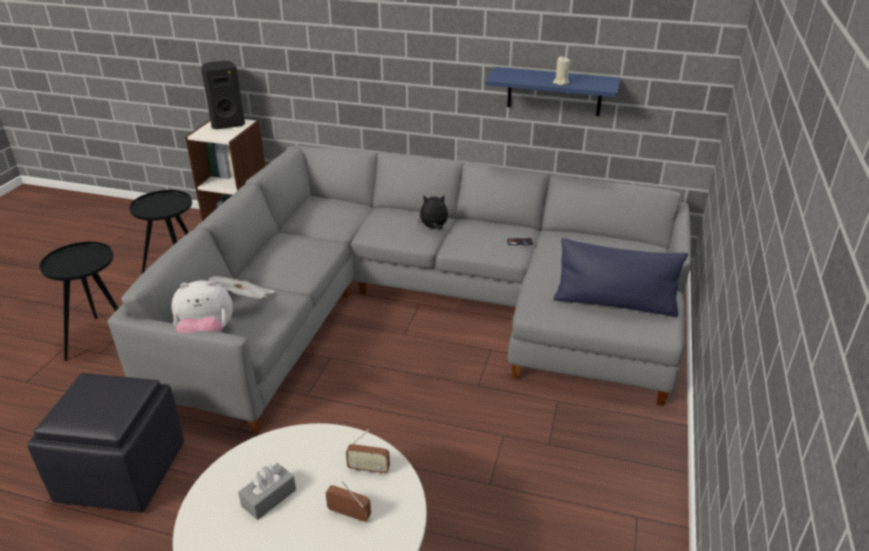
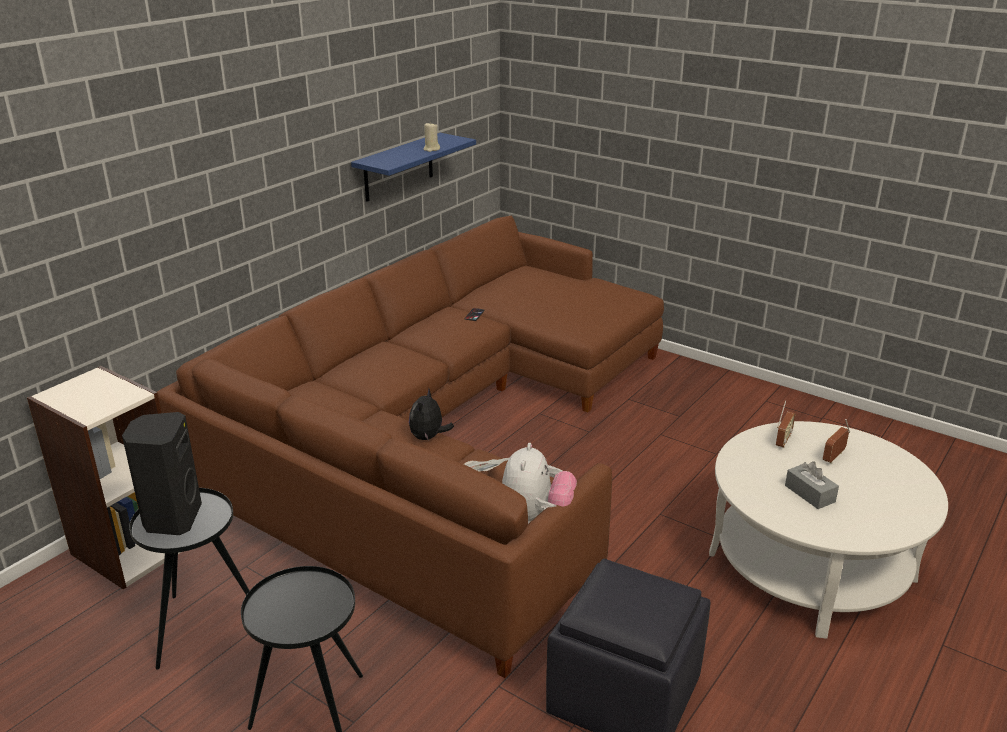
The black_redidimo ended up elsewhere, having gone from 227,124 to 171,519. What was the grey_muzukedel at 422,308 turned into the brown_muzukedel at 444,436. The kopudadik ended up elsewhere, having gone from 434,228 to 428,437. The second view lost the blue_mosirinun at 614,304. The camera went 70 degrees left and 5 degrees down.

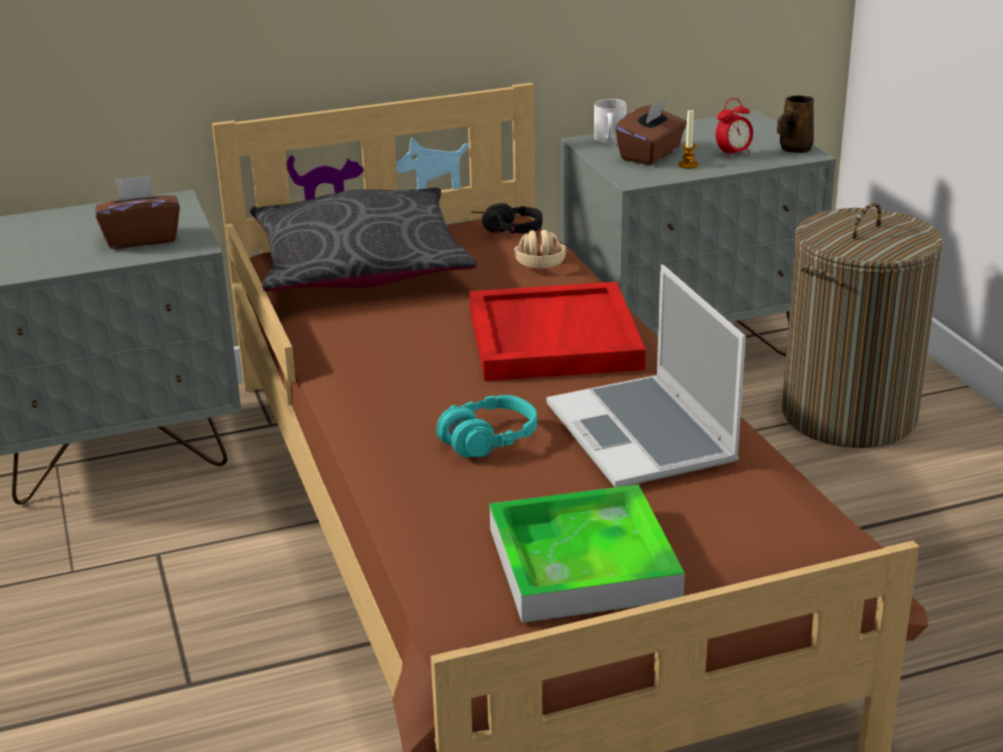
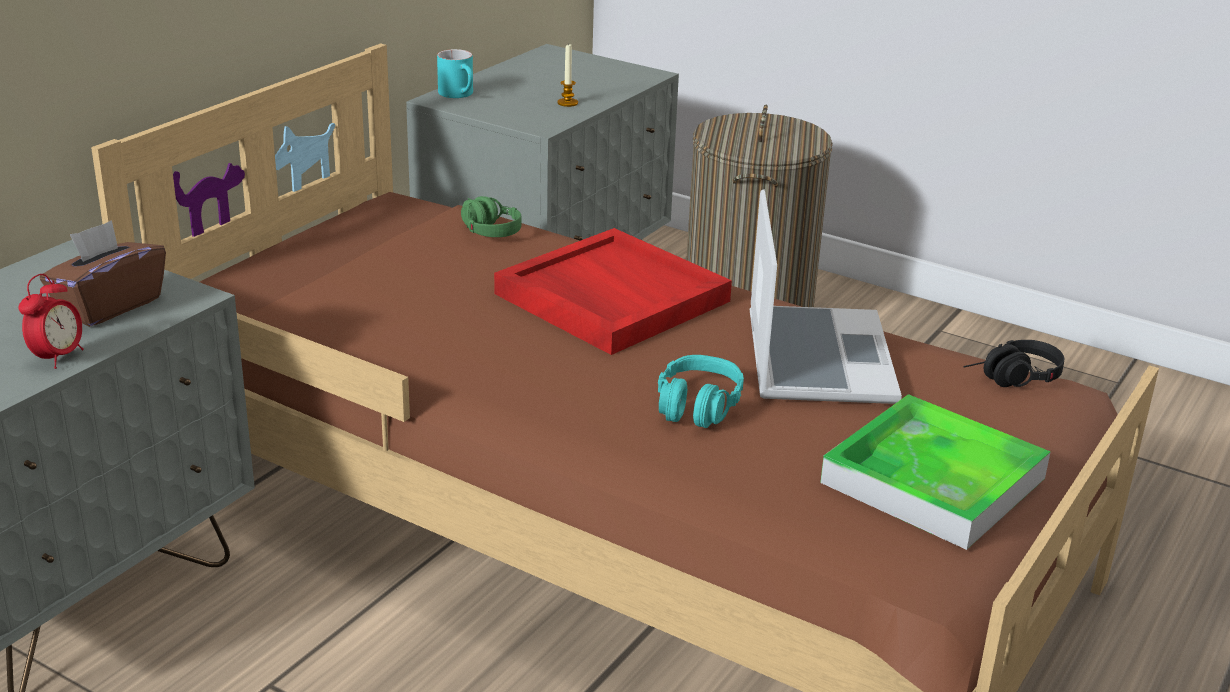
The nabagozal ended up elsewhere, having gone from 733,154 to 58,357. What was the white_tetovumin at 611,140 turned into the turquoise_tetovumin at 460,94. What was the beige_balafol at 539,258 turned into the green_balafol at 484,228. The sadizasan at 644,436 ended up facing another way, 120 degrees counterclockwise from before. The black_balafol ended up elsewhere, having gone from 505,230 to 1012,379. The second view lost the grey_mosirinun at 360,265. The second view lost the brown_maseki at 651,155. The second view lost the brown_tetovumin at 794,149. The camera went 40 degrees left and 0 degrees up.

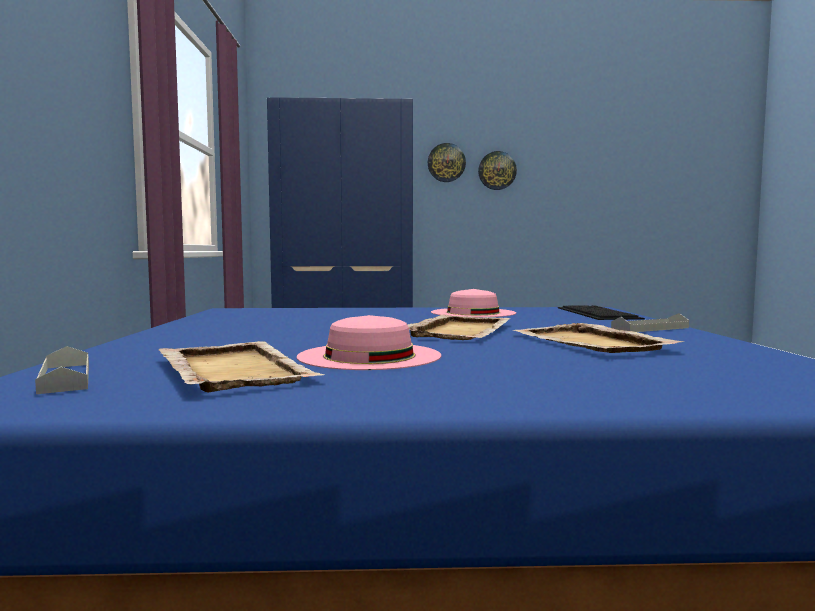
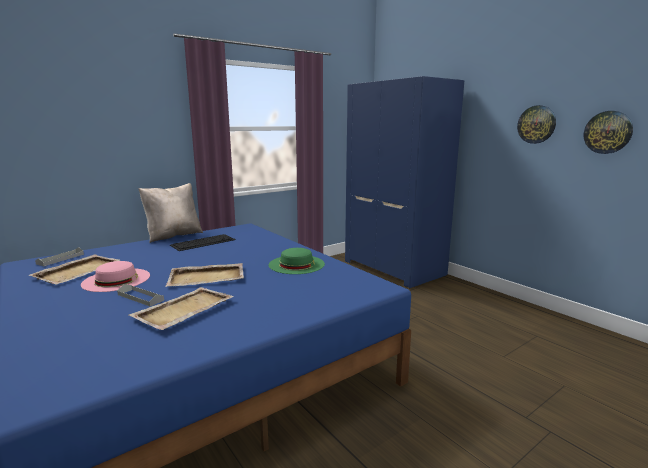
The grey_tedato ended up elsewhere, having gone from 650,328 to 140,297. The second view gained the beige_mosirinun at 173,235. The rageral ended up elsewhere, having gone from 596,313 to 204,242. What was the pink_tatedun at 473,313 turned into the green_tatedun at 296,264. The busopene ended up elsewhere, having gone from 446,162 to 607,132. The camera went 55 degrees right and 10 degrees up.

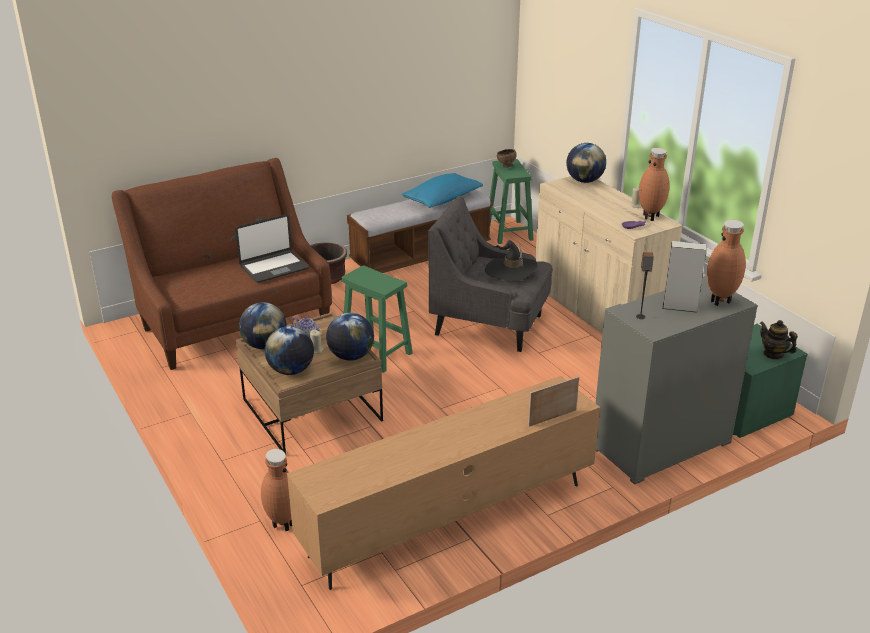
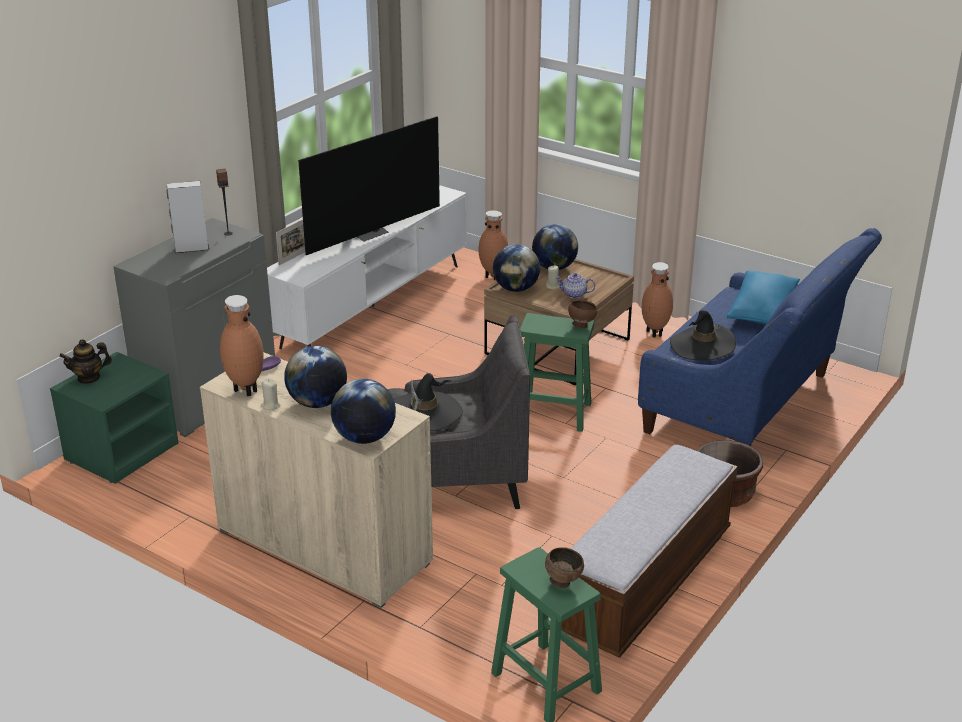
The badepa at 773,354 ended up facing another way, 135 degrees clockwise from before. What was the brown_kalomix at 449,518 turned into the white_kalomix at 373,306. The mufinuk ended up elsewhere, having gone from 265,345 to 317,403. The second view gained the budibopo at 370,233. The second view gained the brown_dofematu at 581,325. What was the brown_muzukedel at 233,322 turned into the blue_muzukedel at 748,406. The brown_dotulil ended up elsewhere, having gone from 721,301 to 654,333. Where the sadizasan stood at 274,267, the black_tatedun came to stand at 702,346. The blue_mosirinun ended up elsewhere, having gone from 442,200 to 762,311. The camera went 155 degrees right and 0 degrees up.

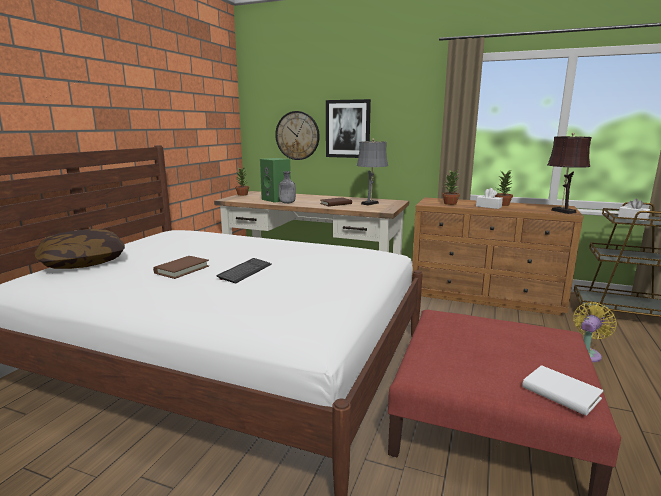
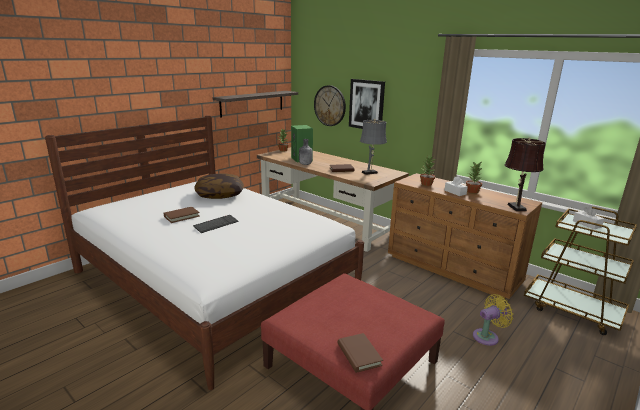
The mosirinun ended up elsewhere, having gone from 83,263 to 219,195. The second view gained the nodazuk at 252,103. What was the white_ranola at 561,393 turned into the brown_ranola at 359,354. The camera went 20 degrees right and 5 degrees up.

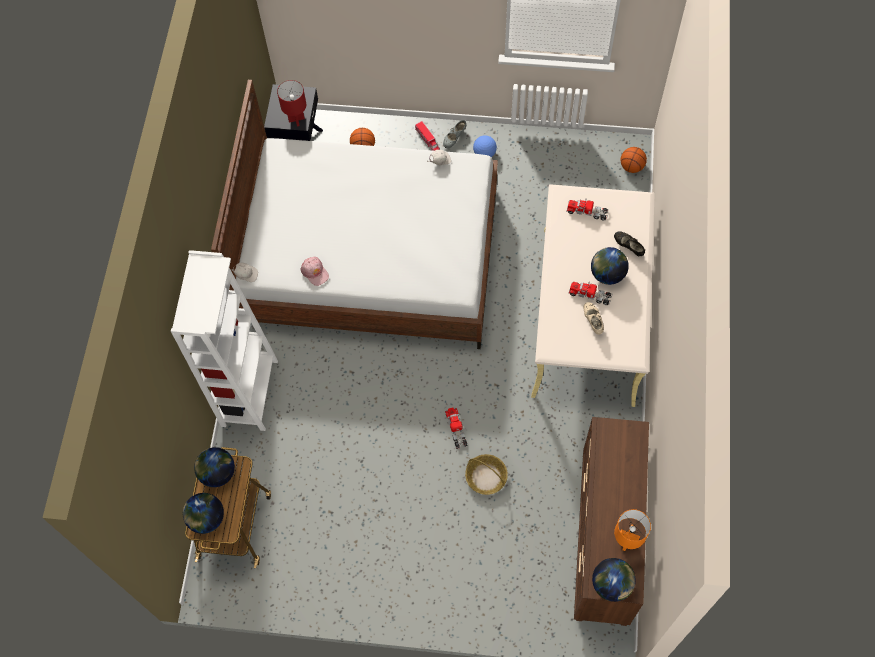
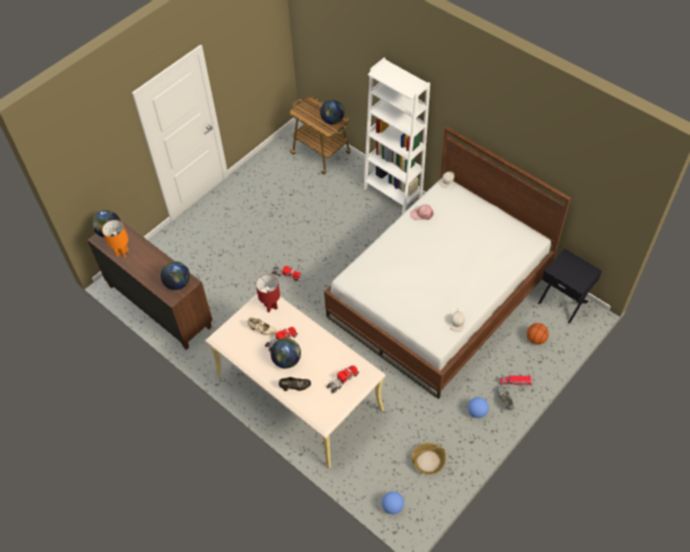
The mufinuk ended up elsewhere, having gone from 206,519 to 178,283. The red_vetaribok ended up elsewhere, having gone from 297,120 to 270,307. Where the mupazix stood at 631,167, the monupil came to stand at 392,507. The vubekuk ended up elsewhere, having gone from 486,477 to 428,461. The camera went 125 degrees right and 10 degrees down.

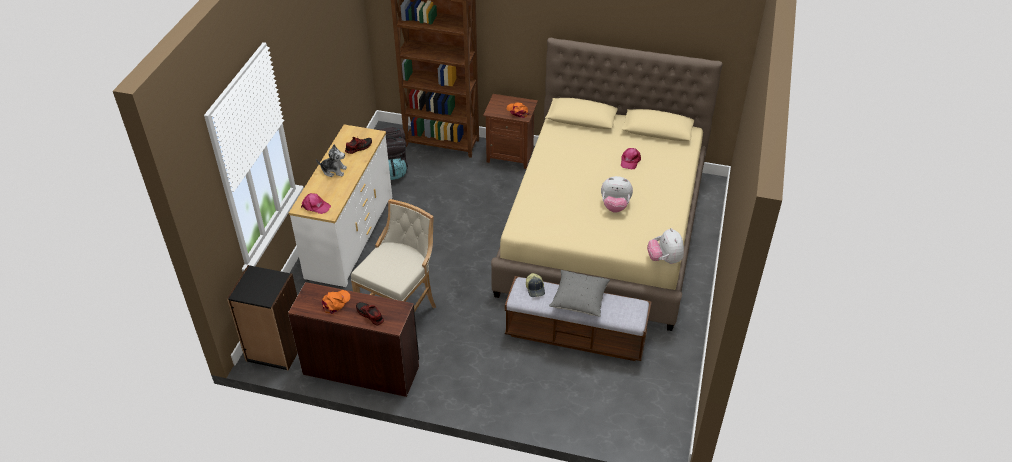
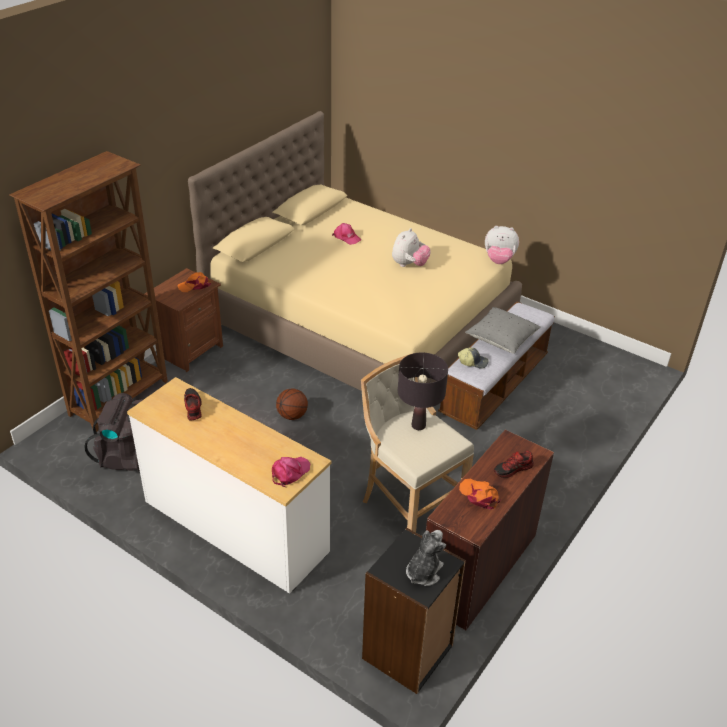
The second view gained the mupazix at 292,415. The second view gained the black_vetaribok at 418,425. The kopudadik ended up elsewhere, having gone from 334,170 to 423,572. The camera went 70 degrees left and 5 degrees down.

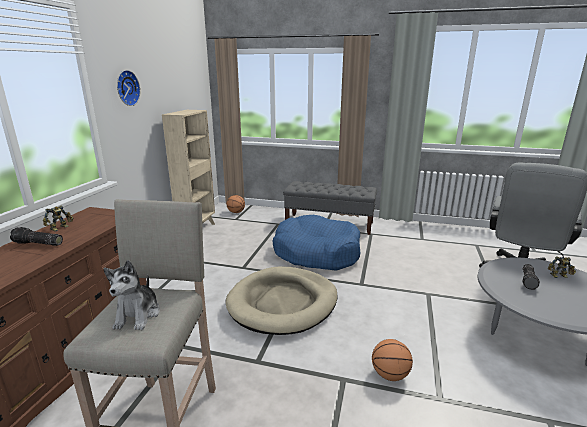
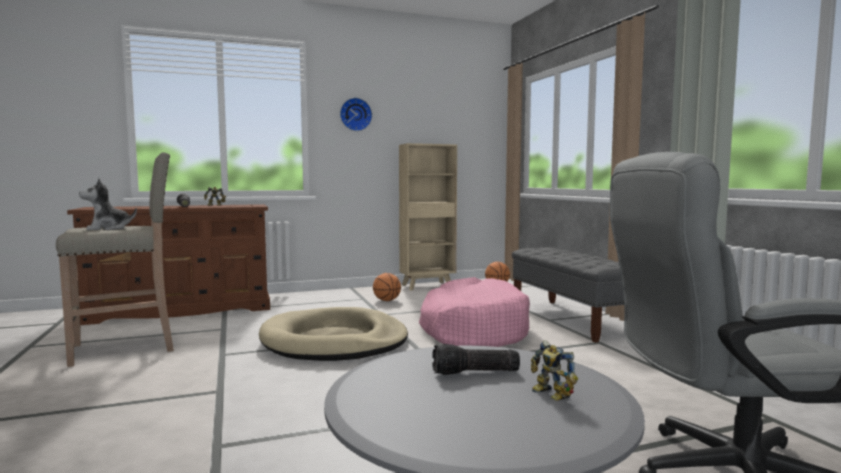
The mupazix ended up elsewhere, having gone from 390,374 to 387,301. What was the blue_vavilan at 316,253 turned into the pink_vavilan at 473,330. The camera went 55 degrees right and 15 degrees down.

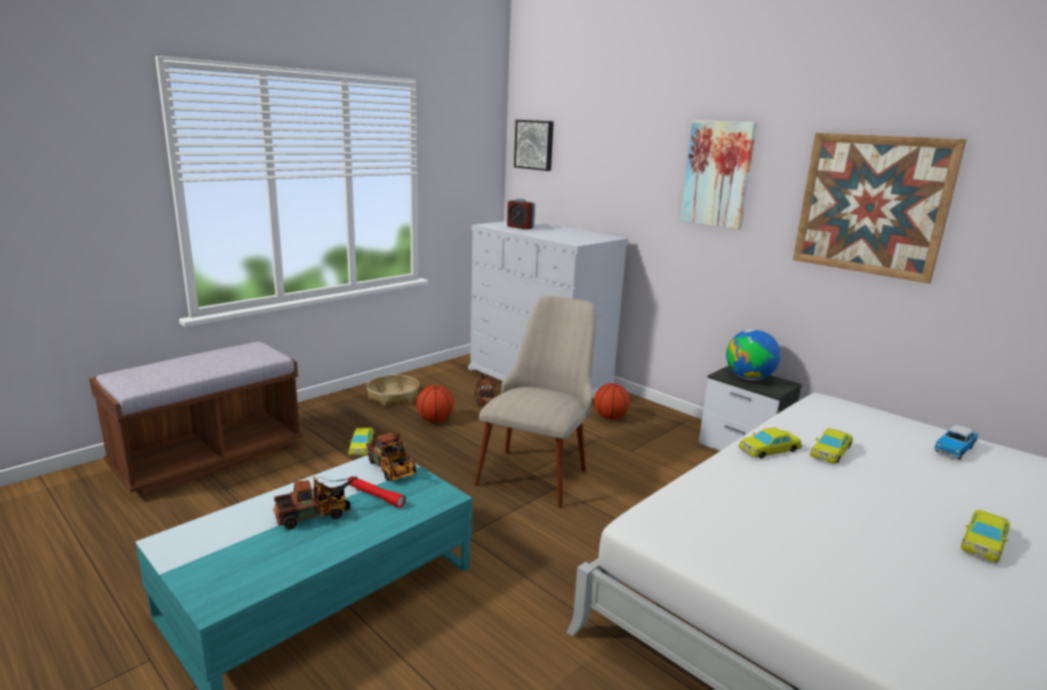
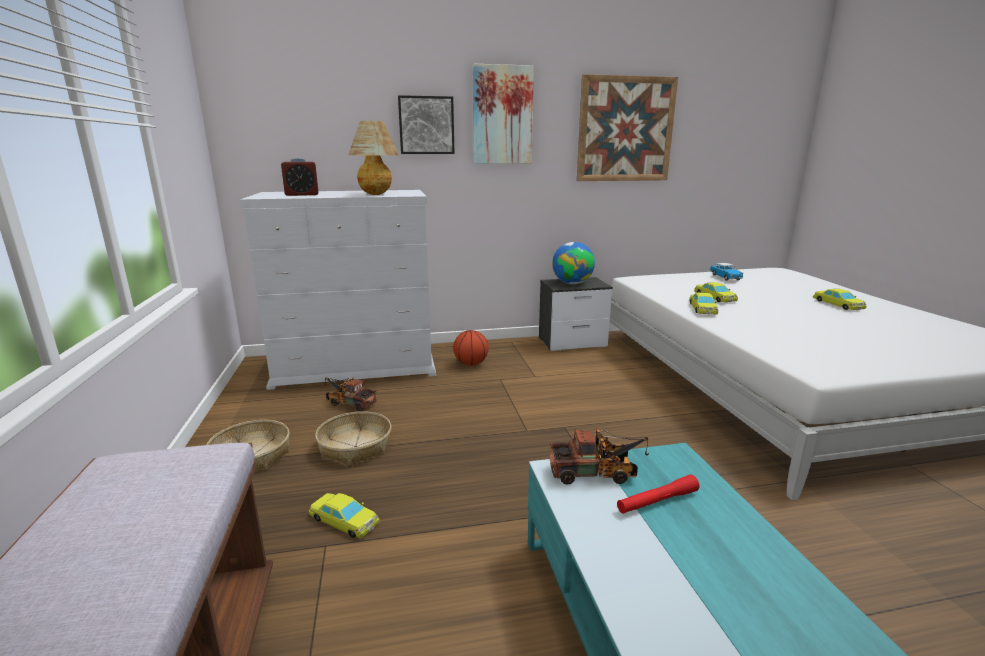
Where the mupazix stood at 435,420, the vubekuk came to stand at 355,447. The second view gained the vetaribok at 377,195. The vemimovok ended up elsewhere, having gone from 535,145 to 426,125. The second view lost the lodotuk at 319,514. The second view lost the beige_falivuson at 538,468. The camera went 55 degrees left and 0 degrees up.

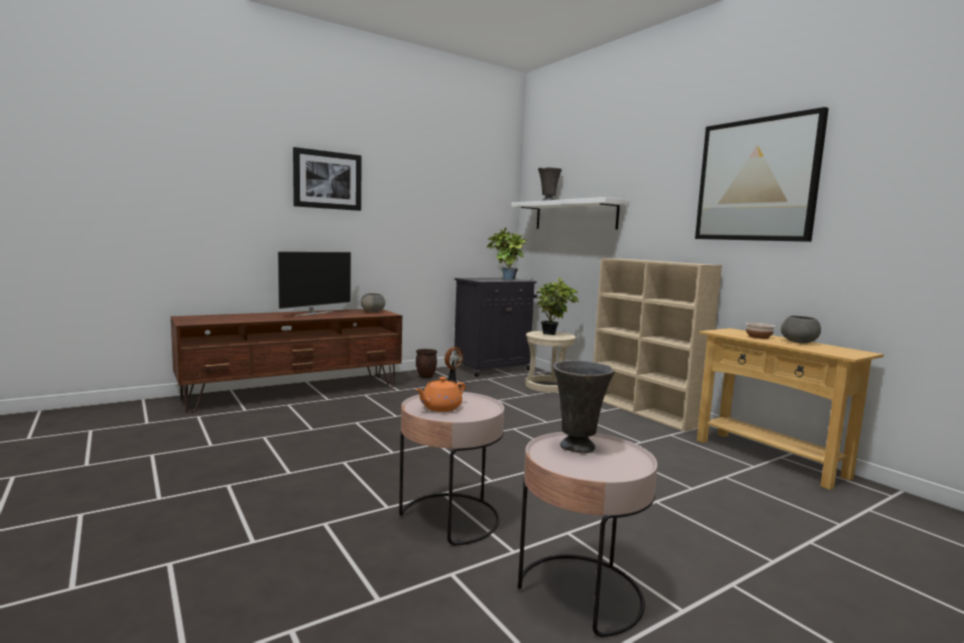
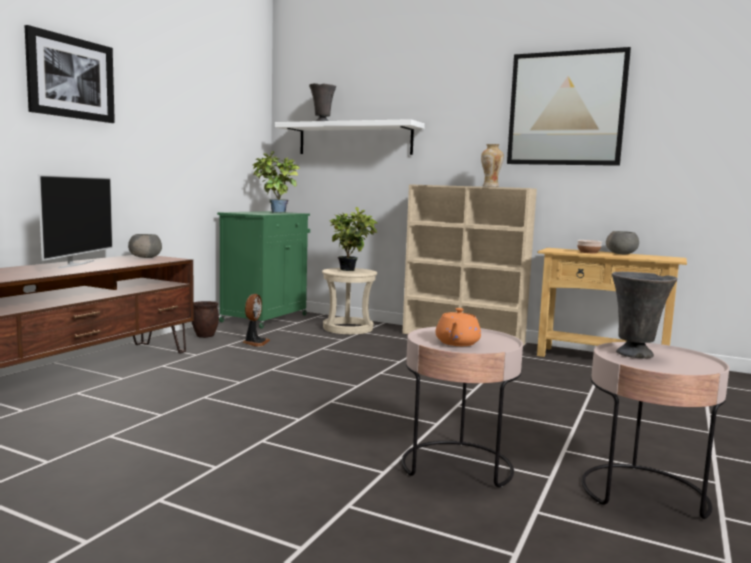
What was the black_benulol at 493,368 turned into the green_benulol at 265,318. The second view gained the dotulil at 490,186. The camera went 30 degrees left and 0 degrees up.

